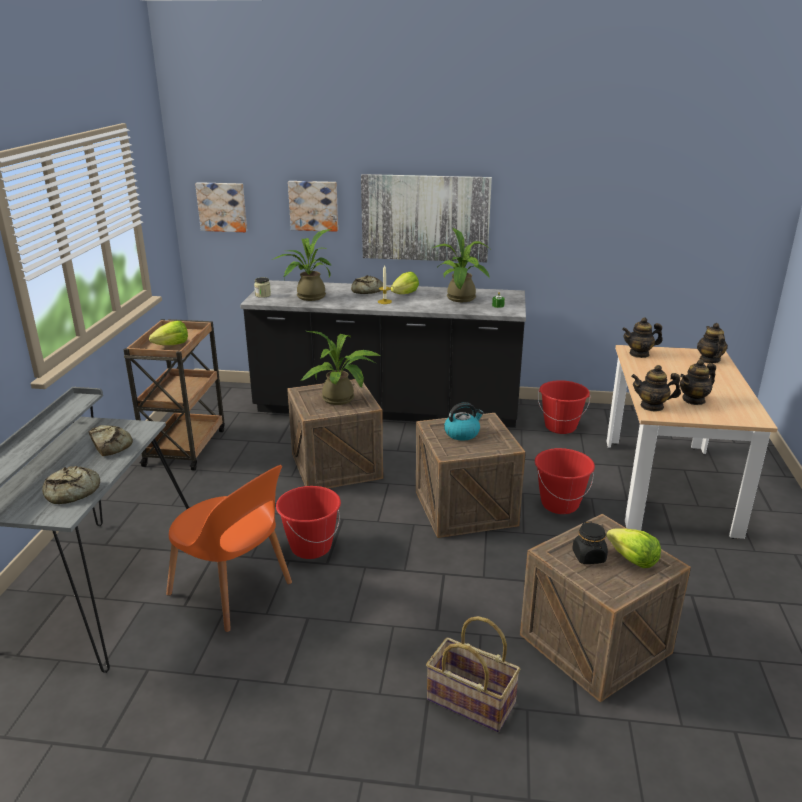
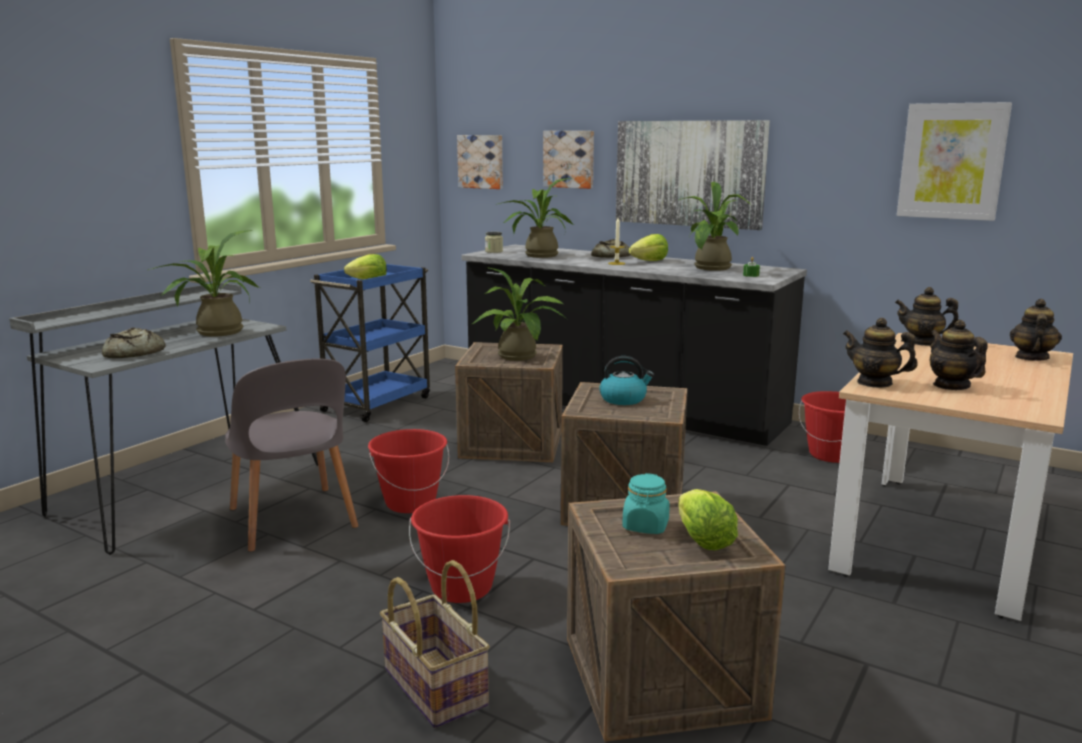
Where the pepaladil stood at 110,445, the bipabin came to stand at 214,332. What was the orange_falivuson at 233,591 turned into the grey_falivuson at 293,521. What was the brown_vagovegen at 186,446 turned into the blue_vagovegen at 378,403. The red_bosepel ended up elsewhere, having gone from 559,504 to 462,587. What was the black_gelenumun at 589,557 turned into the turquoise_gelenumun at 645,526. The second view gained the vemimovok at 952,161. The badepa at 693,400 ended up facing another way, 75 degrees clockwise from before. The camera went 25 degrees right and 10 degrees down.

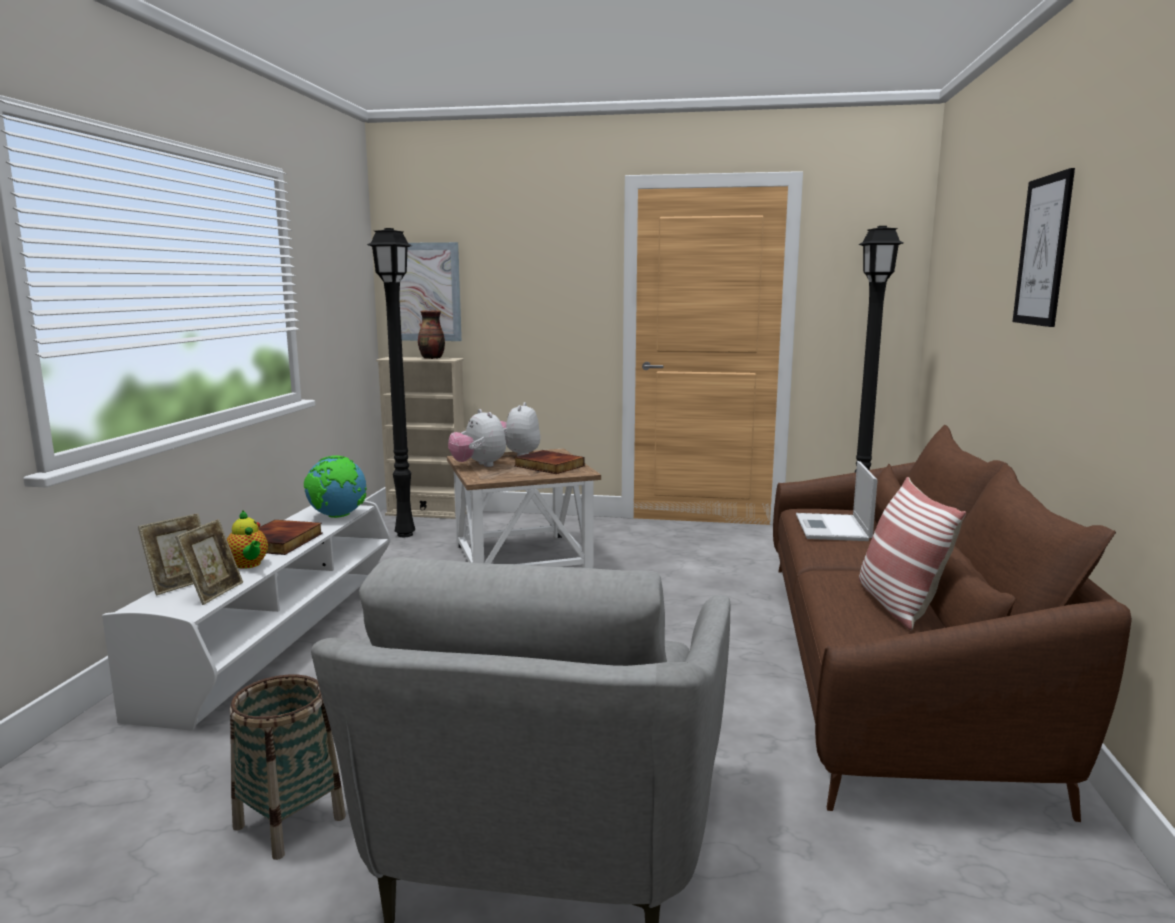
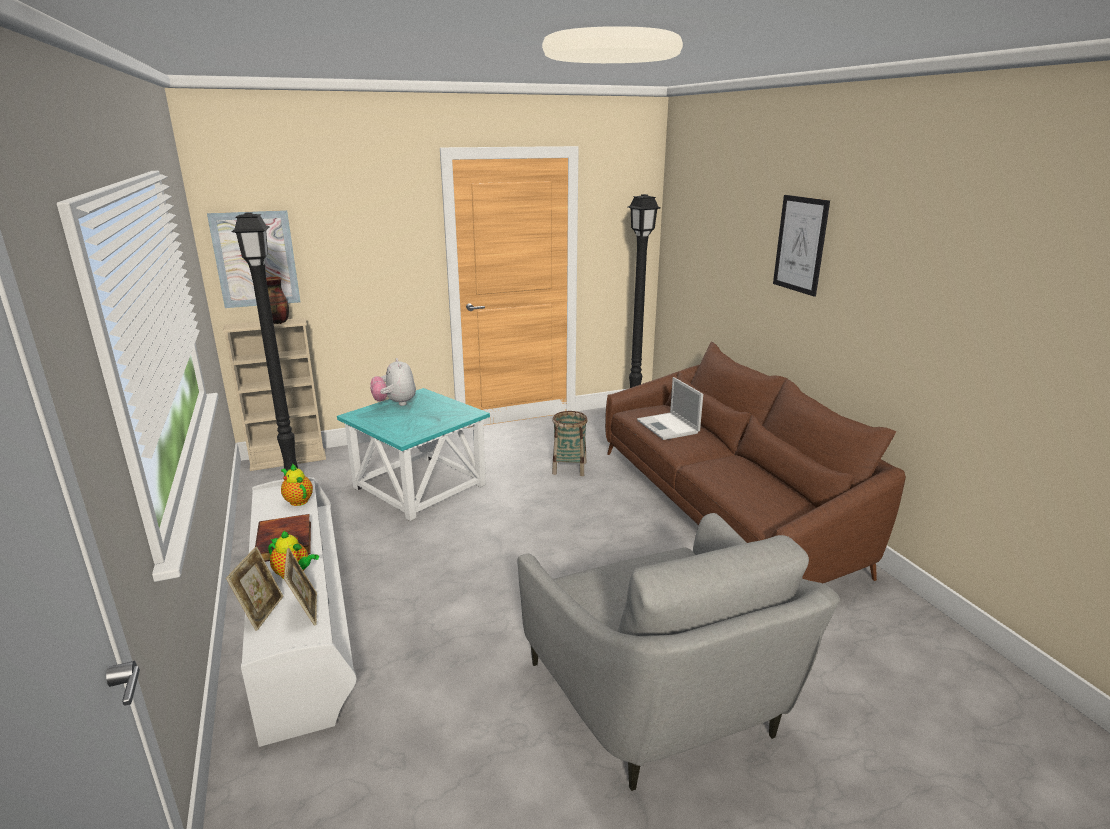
Where the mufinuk stood at 337,516, the badepa came to stand at 298,500. What was the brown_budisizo at 523,557 turned into the turquoise_budisizo at 421,486. The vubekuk ended up elsewhere, having gone from 289,822 to 569,468. The second view lost the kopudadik at 478,465. The second view lost the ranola at 548,466. The second view lost the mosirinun at 897,604. The camera went 30 degrees left and 10 degrees up.

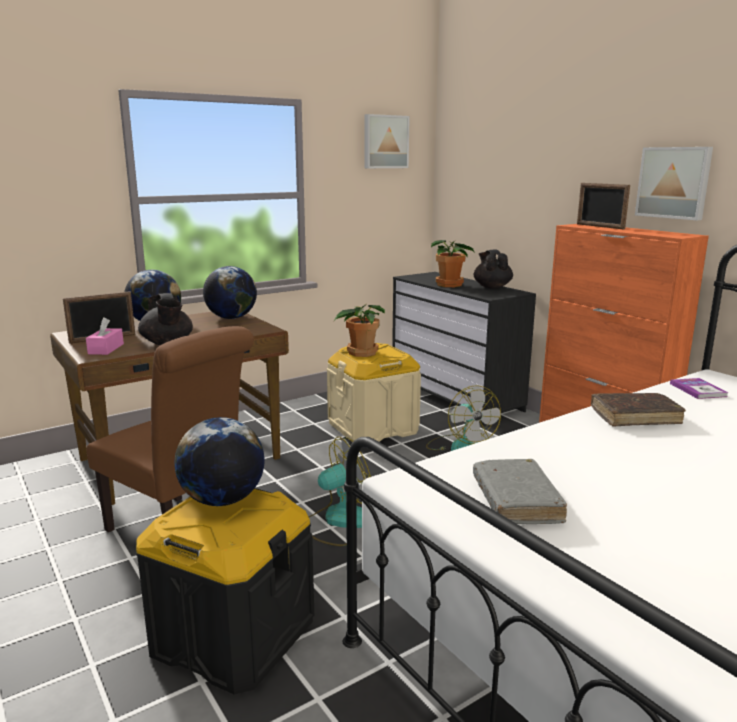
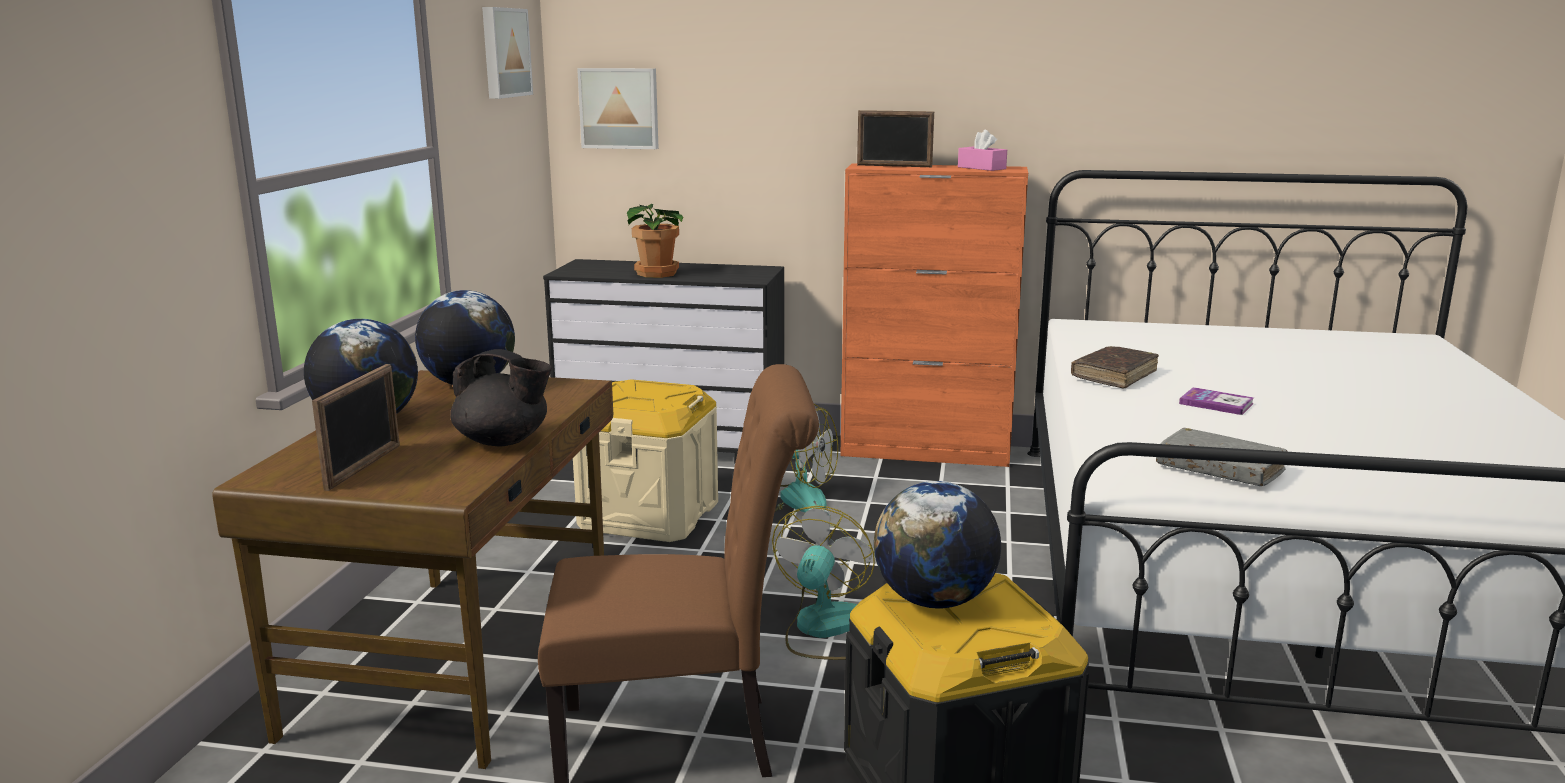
The vemimovok ended up elsewhere, having gone from 674,182 to 619,108. The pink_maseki ended up elsewhere, having gone from 106,349 to 981,168. The ranola ended up elsewhere, having gone from 698,390 to 1216,403. The second view lost the bipabin at 361,352. The second view lost the black_badepa at 492,287. The camera went 45 degrees left and 0 degrees up.

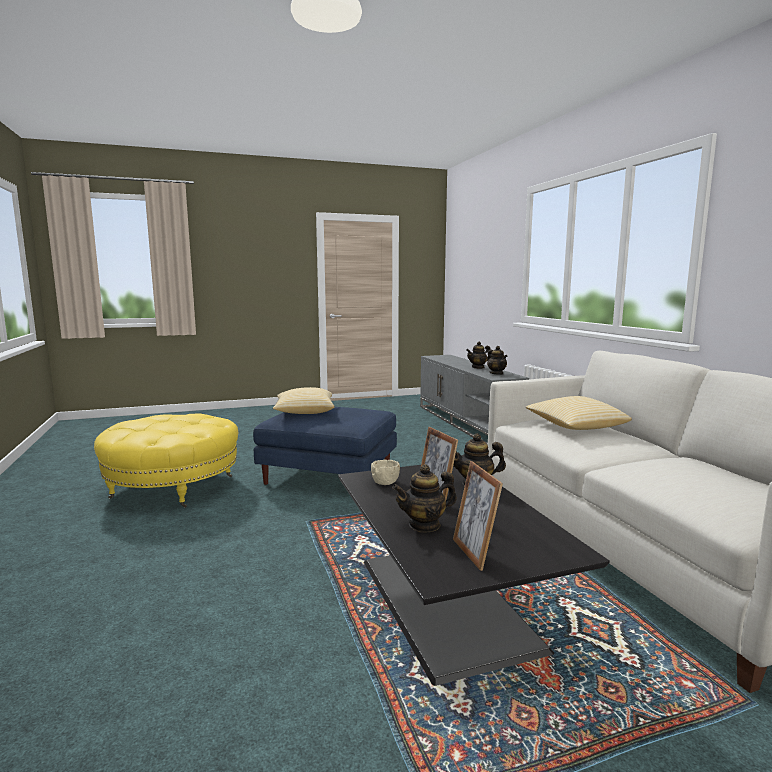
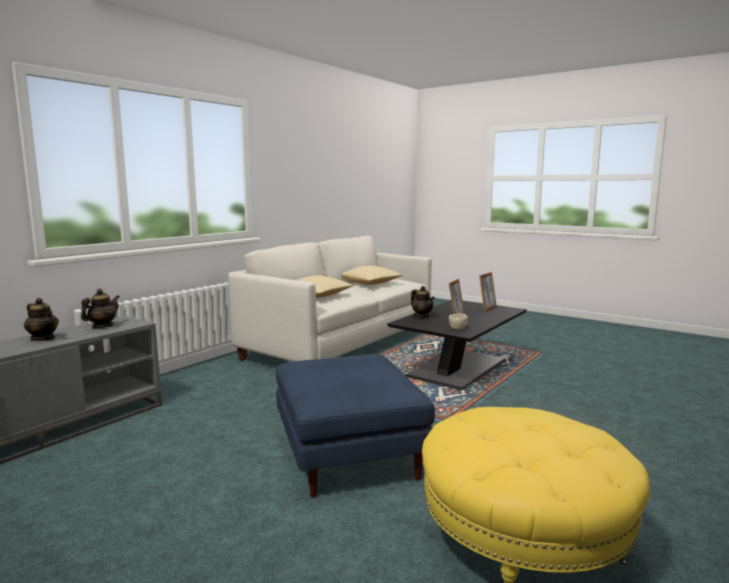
The mosirinun ended up elsewhere, having gone from 304,412 to 371,284. The second view lost the badepa at 424,525. The camera went 125 degrees left and 0 degrees up.

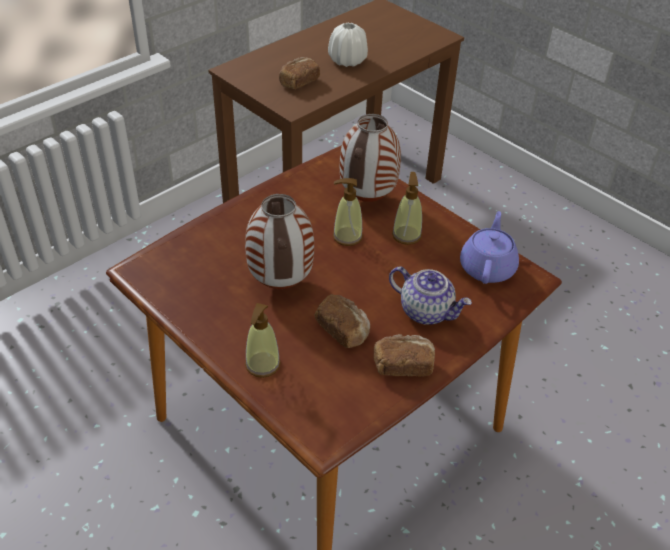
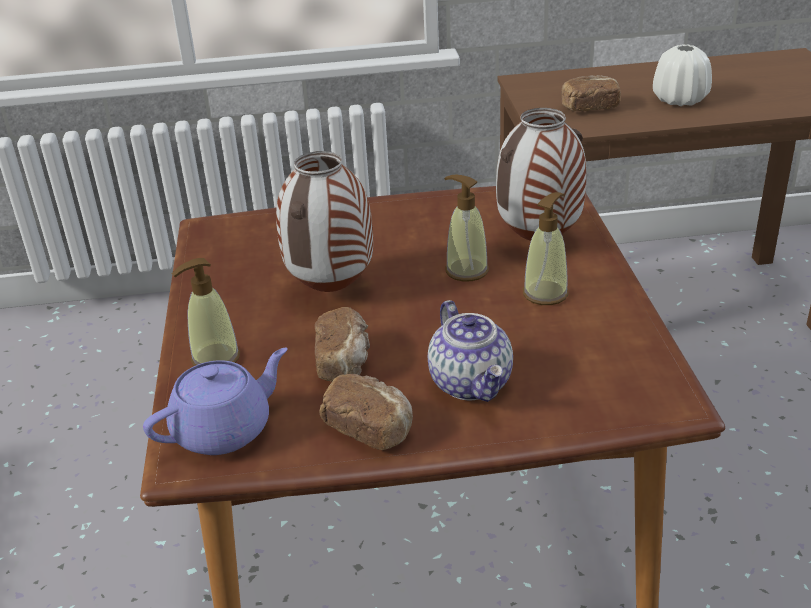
The purple_badepa ended up elsewhere, having gone from 487,267 to 225,430. The camera went 40 degrees right and 10 degrees down.

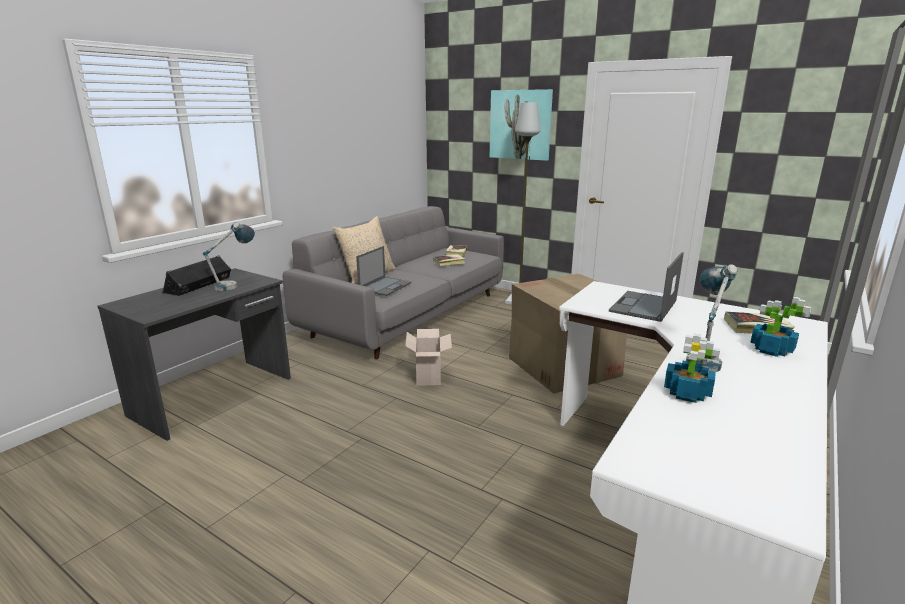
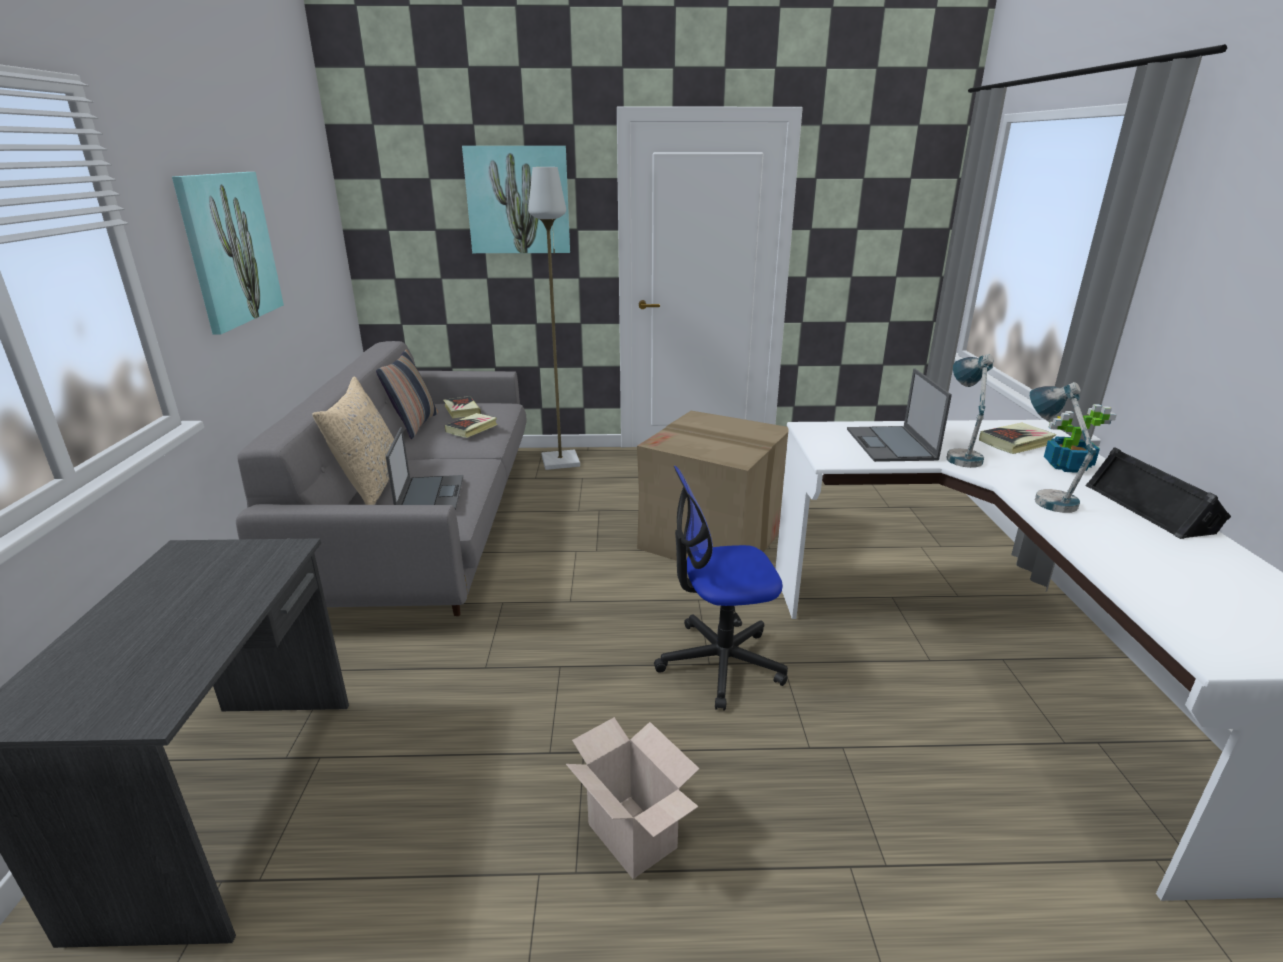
The second view gained the vemimovok at 230,249. The second view gained the mosirinun at 414,425. The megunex ended up elsewhere, having gone from 429,377 to 635,836. The second view gained the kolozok at 720,663. The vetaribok ended up elsewhere, having gone from 235,285 to 960,454. The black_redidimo ended up elsewhere, having gone from 199,285 to 1151,508. The second view lost the bipabin at 688,393. The camera went 35 degrees left and 5 degrees up.

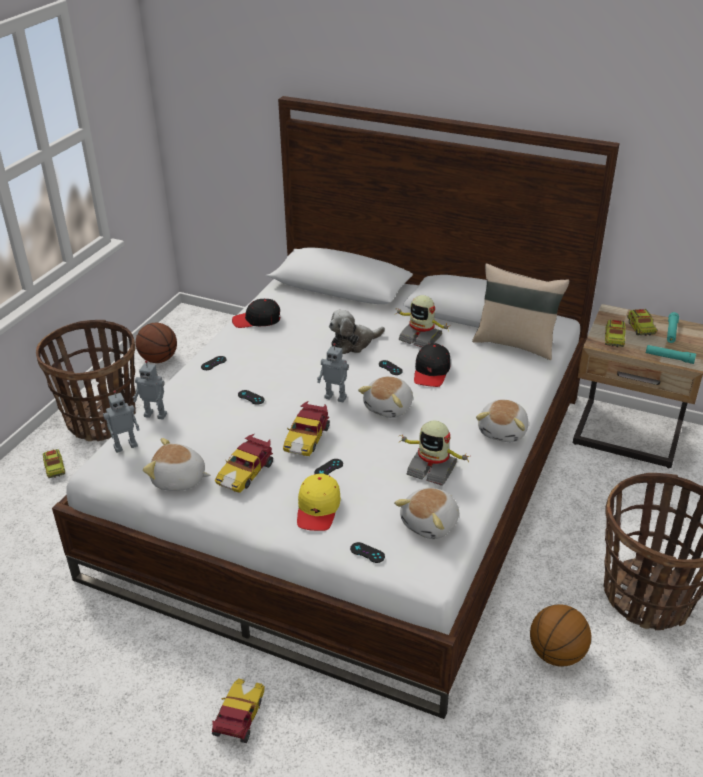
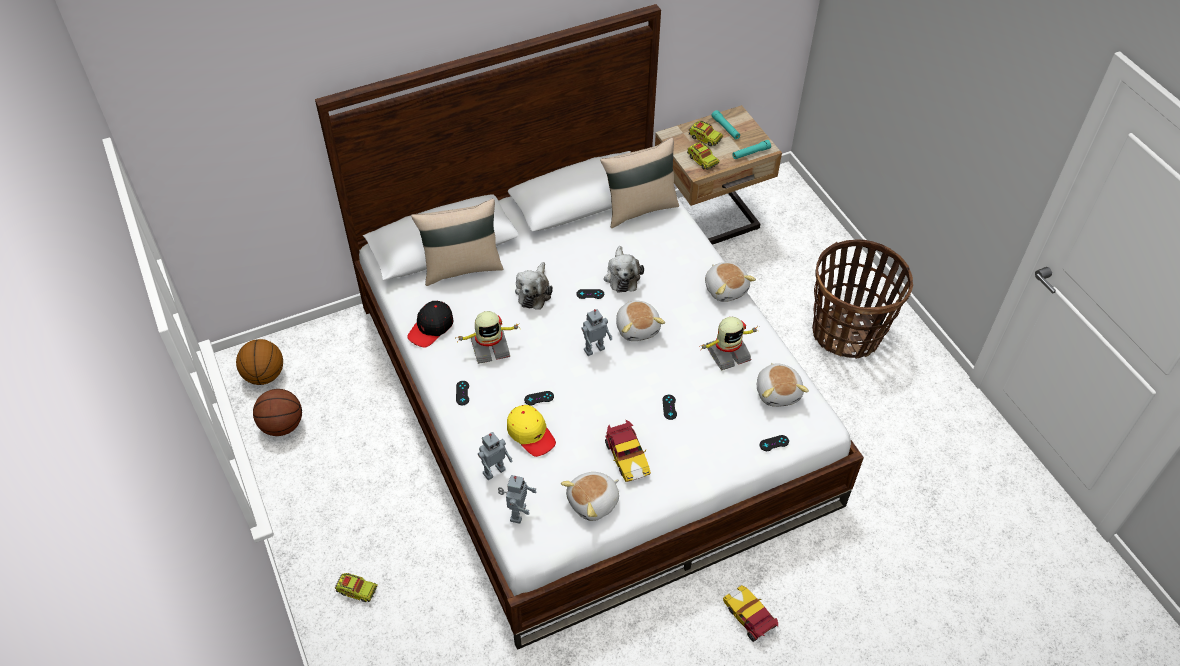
The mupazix ended up elsewhere, having gone from 557,654 to 264,375. The second view gained the beige_mosirinun at 461,267. The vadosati ended up elsewhere, having gone from 420,338 to 490,347. The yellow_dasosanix ended up elsewhere, having gone from 318,509 to 531,434. Where the black_dasosanix stood at 431,372, the kopudadik came to stand at 622,276. The second view lost the vubekuk at 102,420. The second view lost the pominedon at 307,438. The camera went 50 degrees left and 15 degrees up.

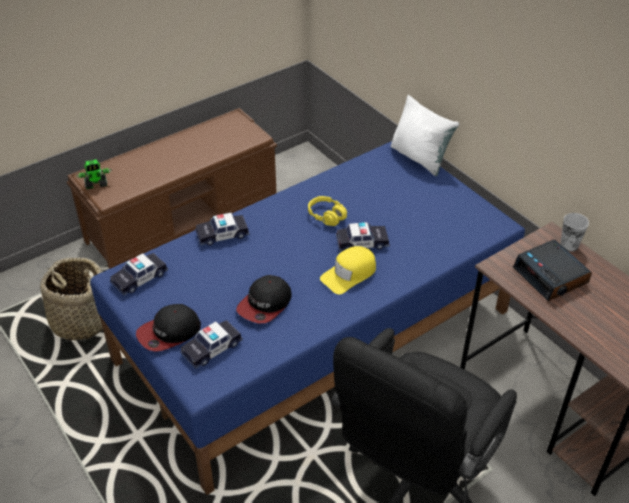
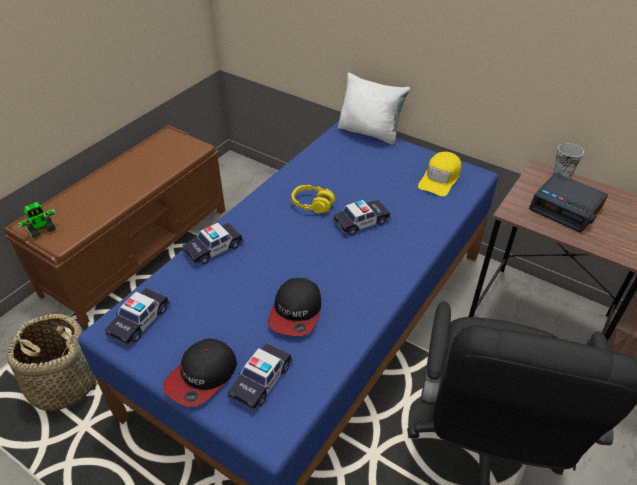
The yellow_dasosanix ended up elsewhere, having gone from 349,274 to 440,179. The camera went 20 degrees left and 0 degrees up.

